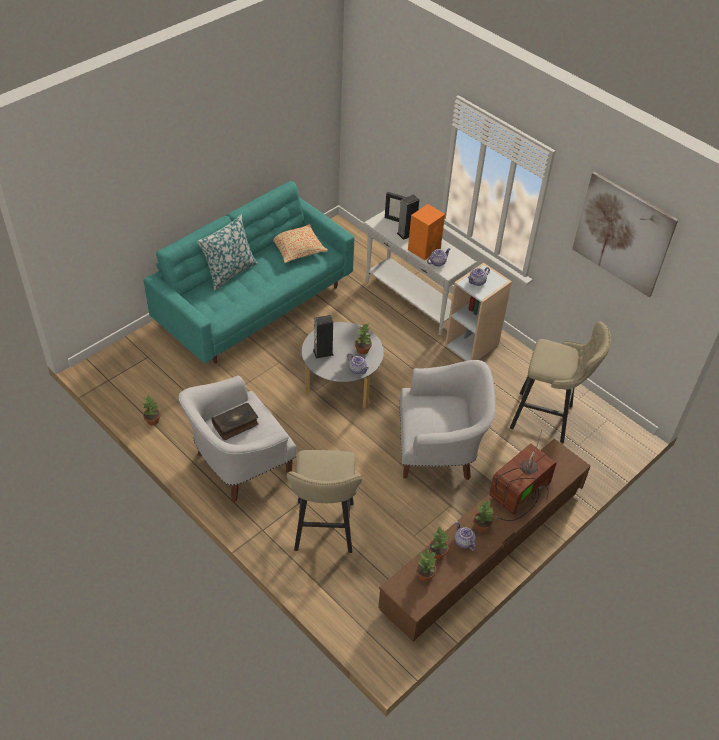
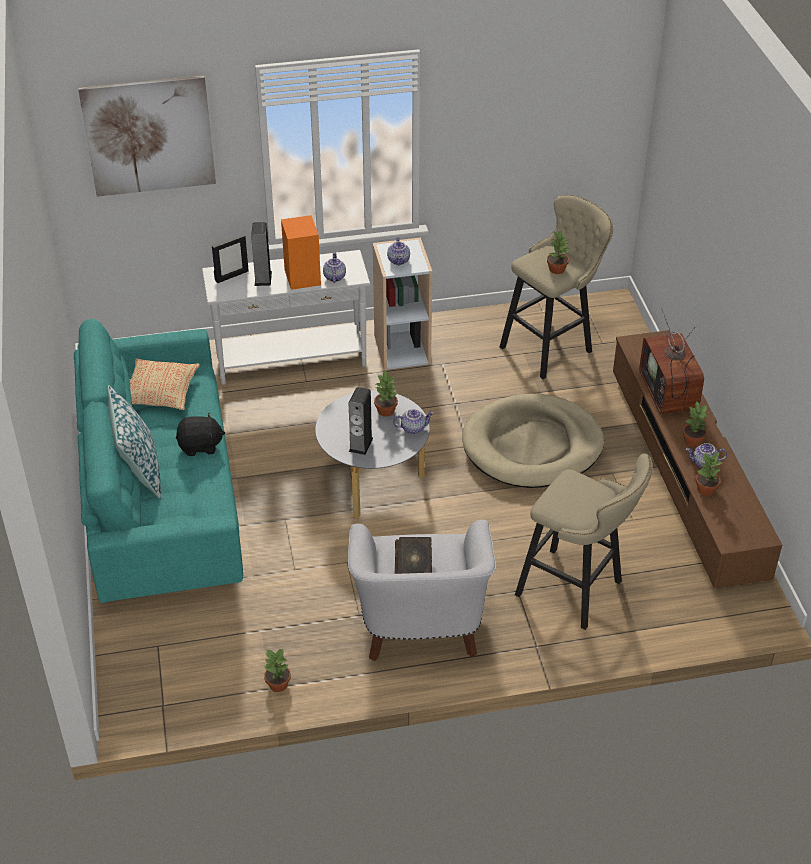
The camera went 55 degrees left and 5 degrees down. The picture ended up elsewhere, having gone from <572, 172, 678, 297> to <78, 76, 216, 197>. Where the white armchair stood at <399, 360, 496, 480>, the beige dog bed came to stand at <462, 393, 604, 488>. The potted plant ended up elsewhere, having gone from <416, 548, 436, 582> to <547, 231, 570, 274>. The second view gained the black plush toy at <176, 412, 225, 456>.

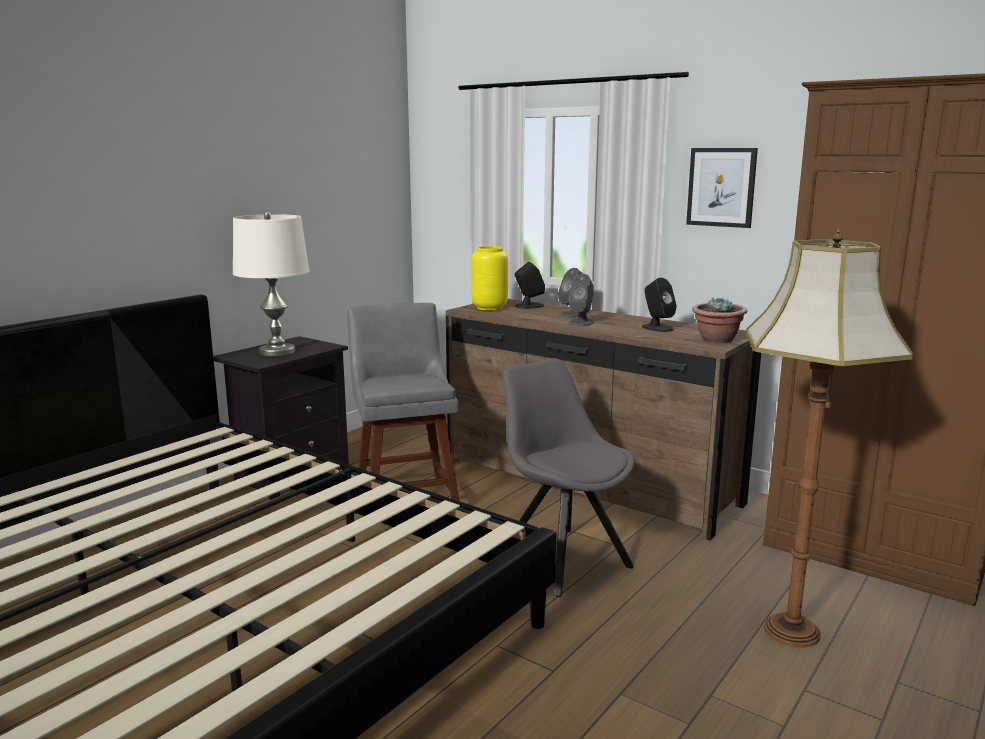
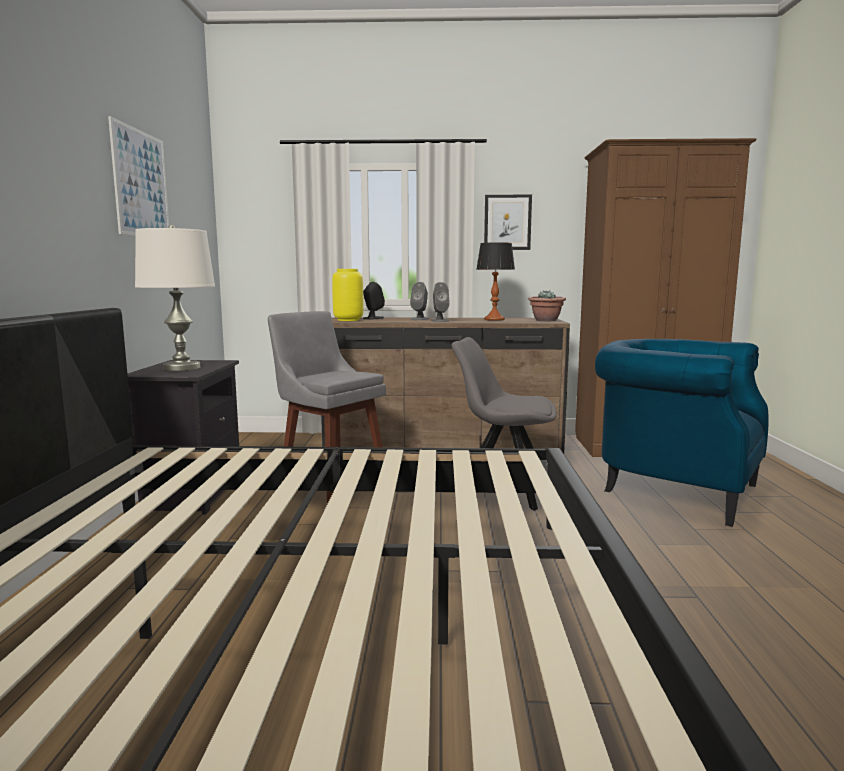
The camera went 35 degrees left and 5 degrees down. Where the floor lamp stood at <746, 228, 914, 648>, the blue armchair came to stand at <595, 339, 769, 527>. Where the black speaker stood at <642, 278, 677, 332>, the table lamp came to stand at <476, 242, 515, 321>. The second view gained the picture at <108, 116, 169, 236>.

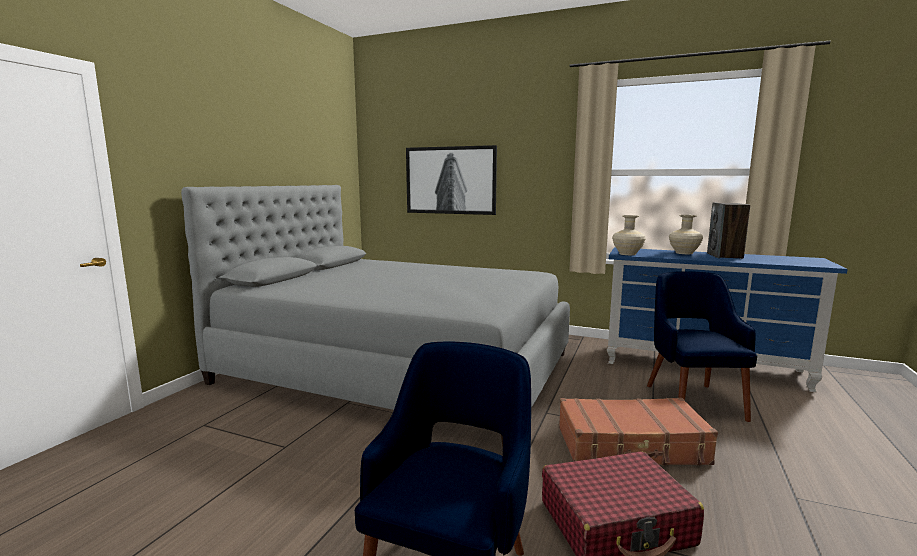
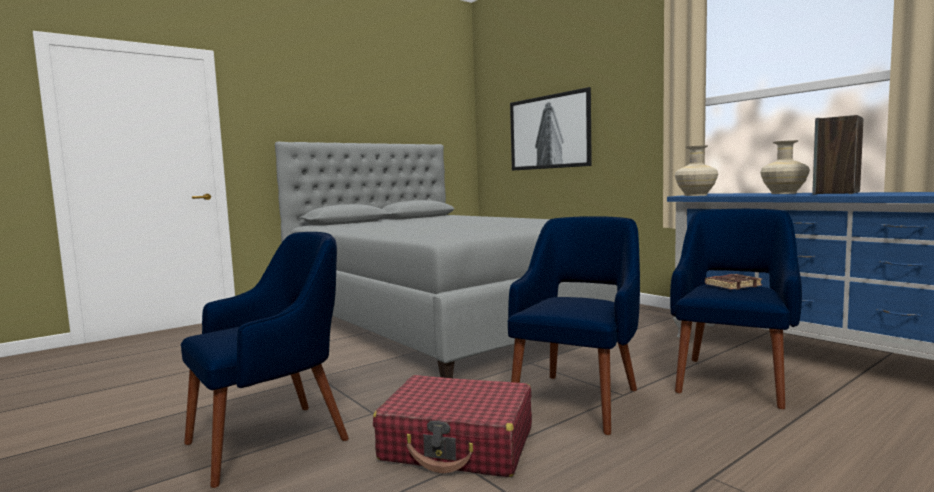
The camera went 30 degrees right and 5 degrees down. Where the brown suitcase stood at <559, 398, 718, 466>, the blue armchair came to stand at <508, 216, 640, 435>. The second view gained the brown book at <705, 274, 762, 290>.

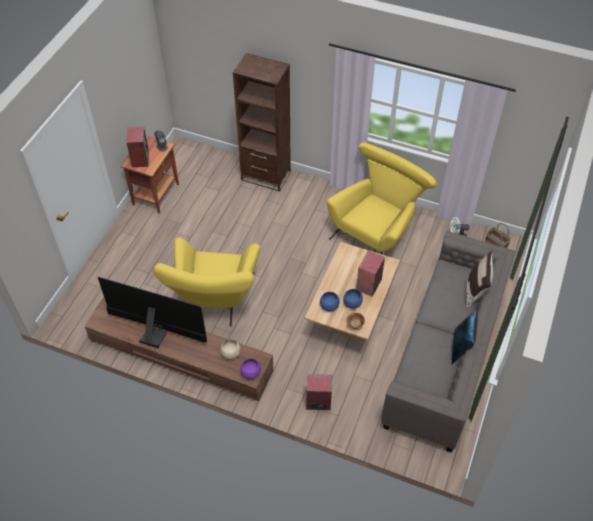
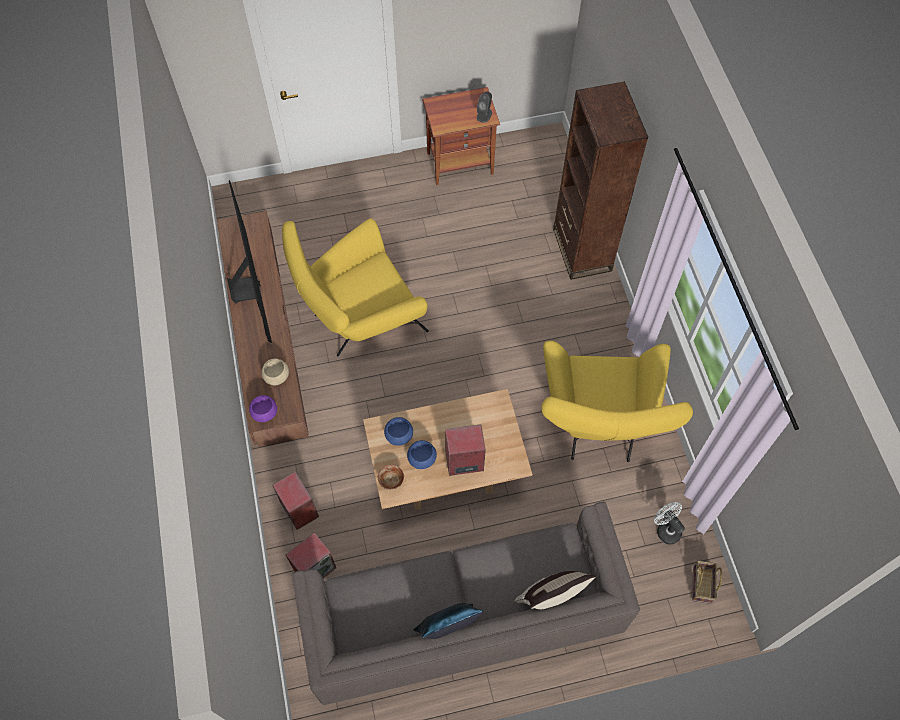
The camera went 55 degrees right and 10 degrees up. The speaker ended up elsewhere, having gone from <127, 127, 149, 168> to <286, 532, 336, 578>. The yellow armchair at <327, 142, 437, 255> ended up facing another way, 90 degrees clockwise from before.

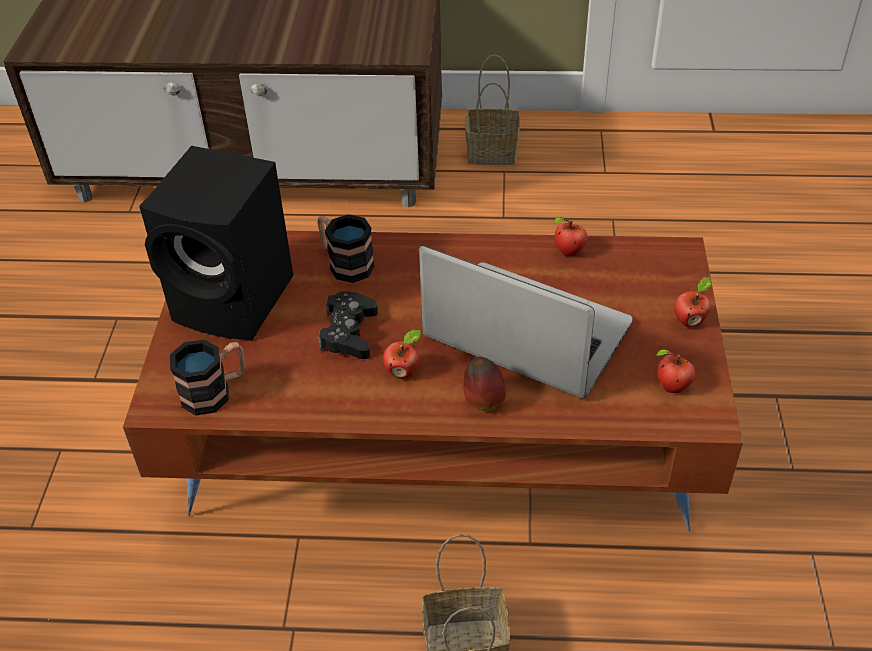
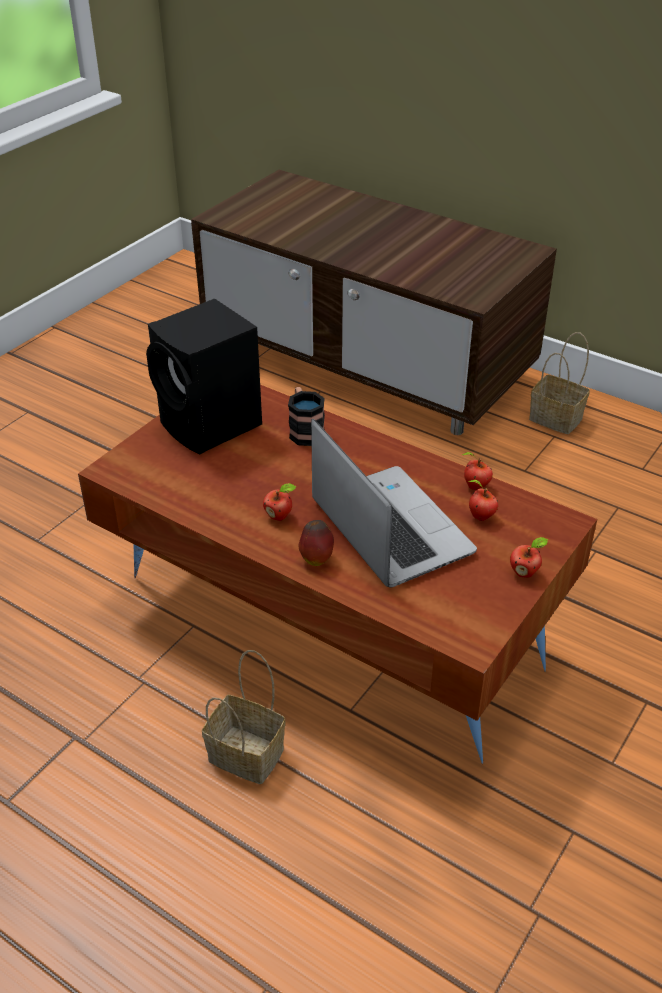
The camera went 30 degrees right and 5 degrees down. The second view lost the black game controller at <318, 291, 378, 359>. The second view lost the mug at <170, 339, 245, 415>. The apple ended up elsewhere, having gone from <656, 349, 695, 393> to <468, 480, 498, 521>.

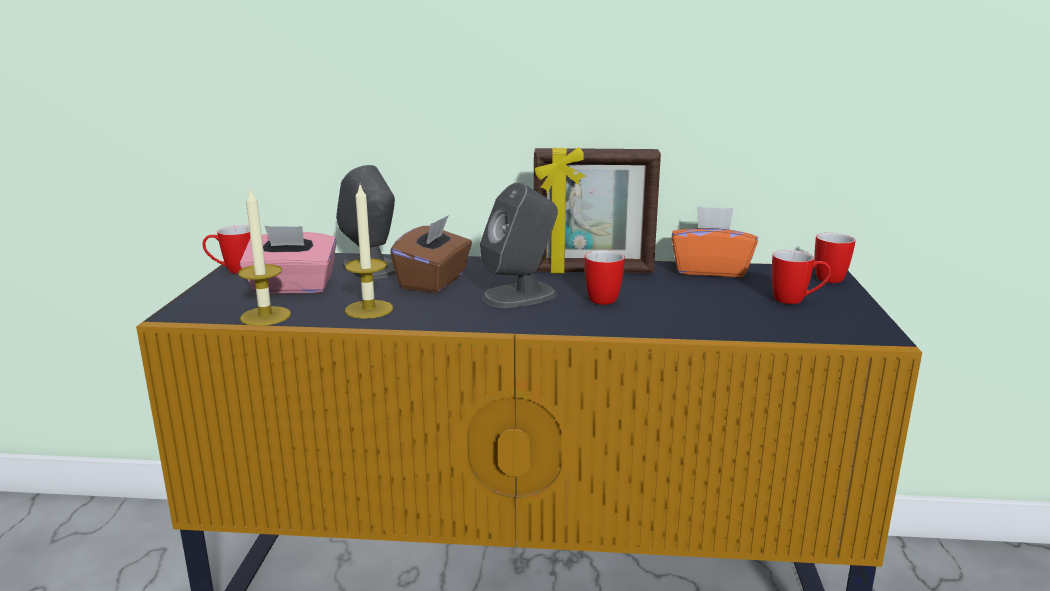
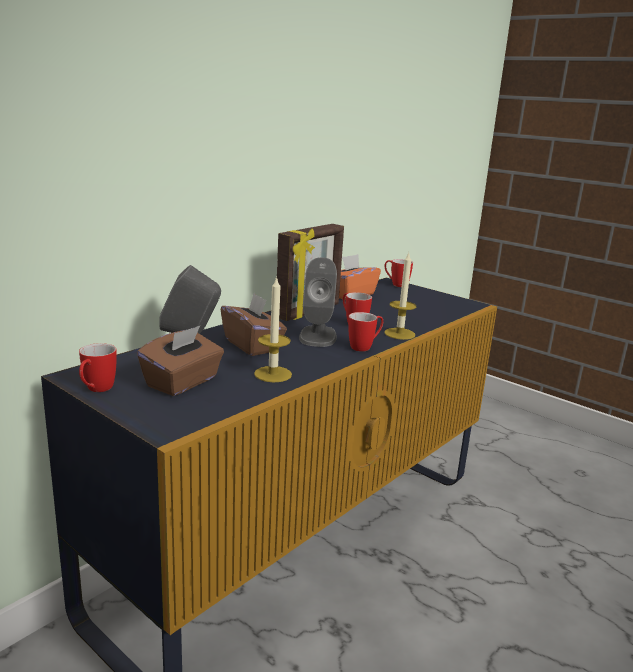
The camera went 55 degrees left and 0 degrees up. The candle ended up elsewhere, having gone from <238, 187, 291, 326> to <384, 253, 416, 340>. What was the pink tissue box at <240, 226, 337, 294> turned into the brown tissue box at <137, 326, 224, 396>. The mug ended up elsewhere, having gone from <772, 250, 831, 304> to <348, 312, 383, 352>.

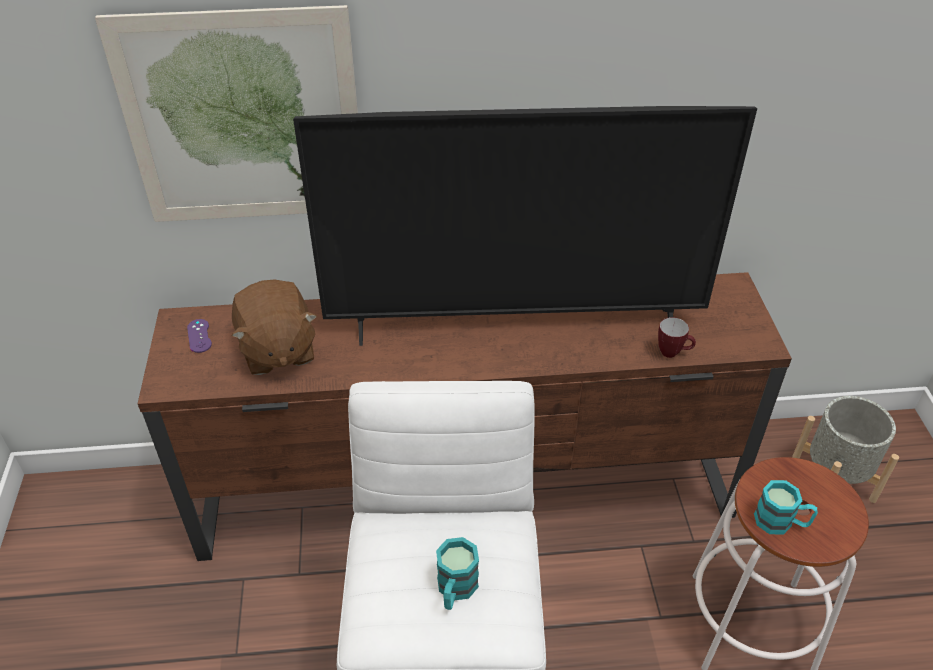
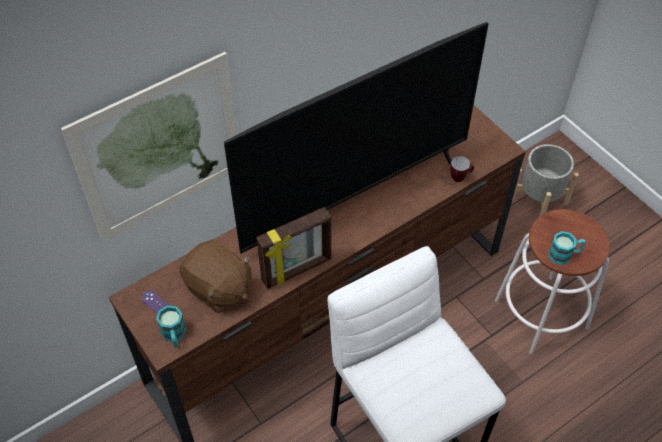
The camera went 30 degrees left and 10 degrees up. The turquoise mug ended up elsewhere, having gone from <436, 537, 479, 610> to <156, 305, 186, 347>. The second view gained the picture frame at <256, 207, 331, 289>.

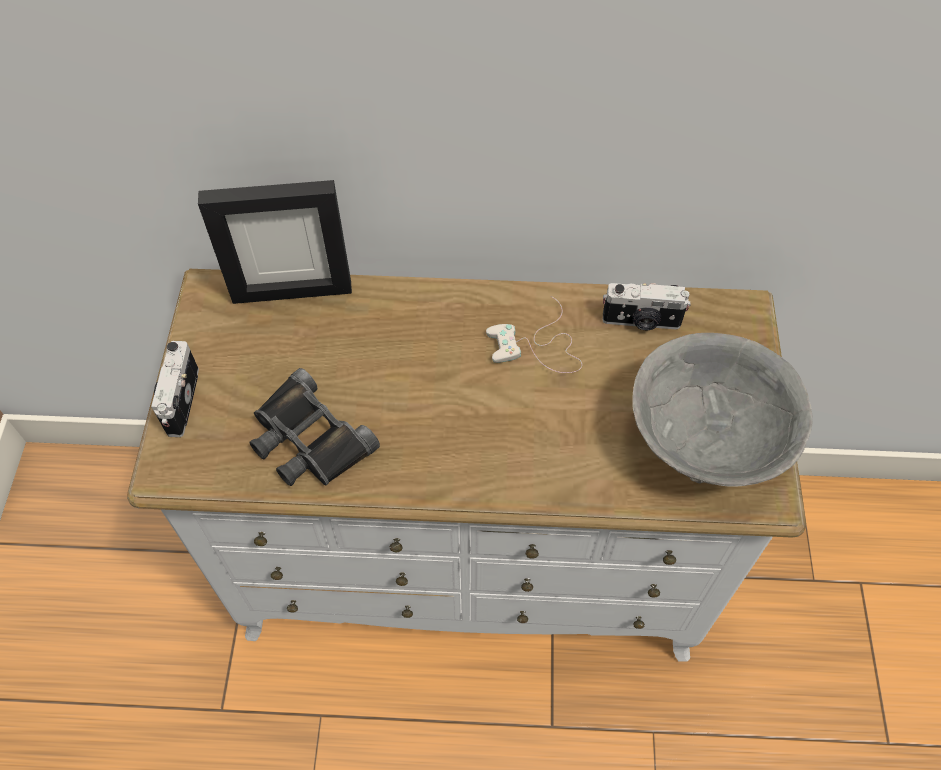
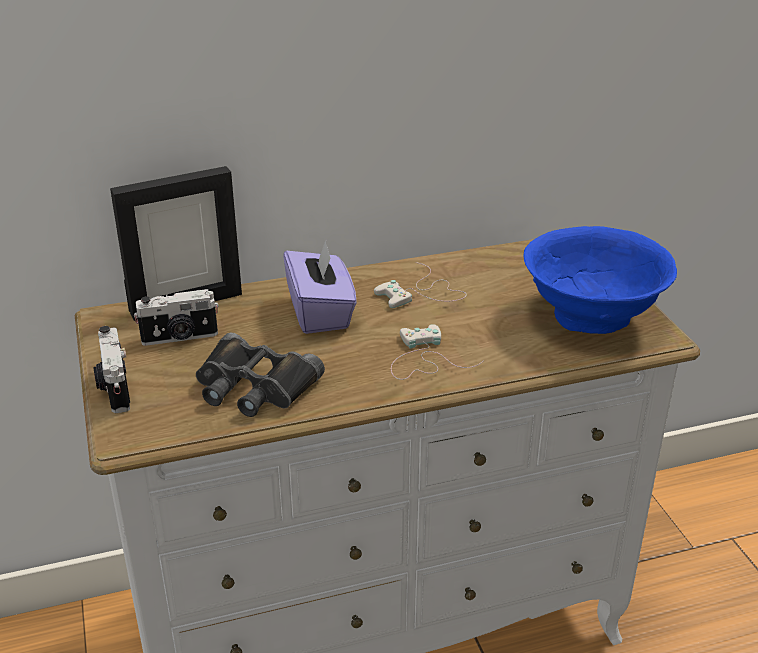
The camera went 20 degrees left and 25 degrees down. The photo camera ended up elsewhere, having gone from <603, 283, 691, 330> to <134, 289, 219, 346>. What was the grey bowl at <632, 333, 813, 487> turned into the blue bowl at <523, 226, 677, 334>. The second view gained the purple tissue box at <283, 240, 357, 334>. The second view gained the white game controller at <391, 324, 483, 380>.

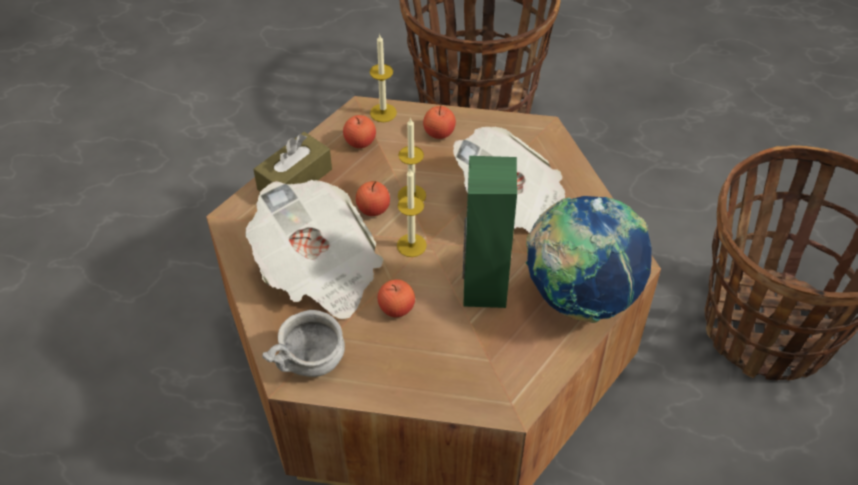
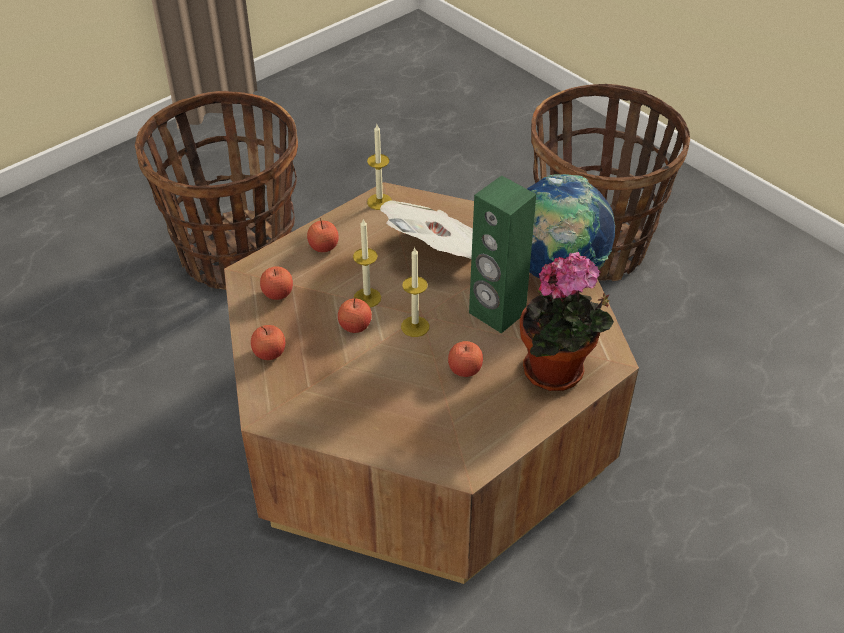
The camera went 50 degrees left and 5 degrees down. The candle ended up elsewhere, having gone from <370, 35, 397, 122> to <367, 125, 392, 210>. Where the brown tissue box stood at <253, 132, 332, 192>, the apple came to stand at <251, 325, 285, 360>. The second view lost the newspaper at <245, 180, 384, 319>. The second view lost the grey bowl at <262, 310, 345, 377>. The second view gained the potted plant at <520, 252, 614, 391>.

